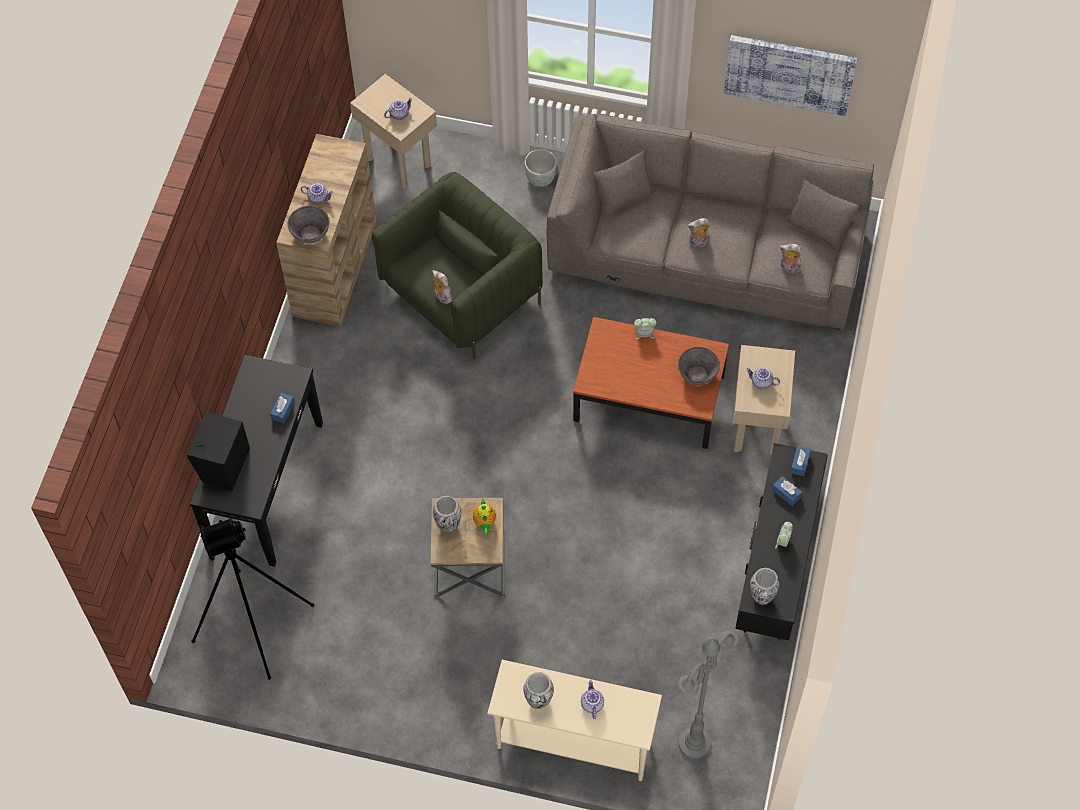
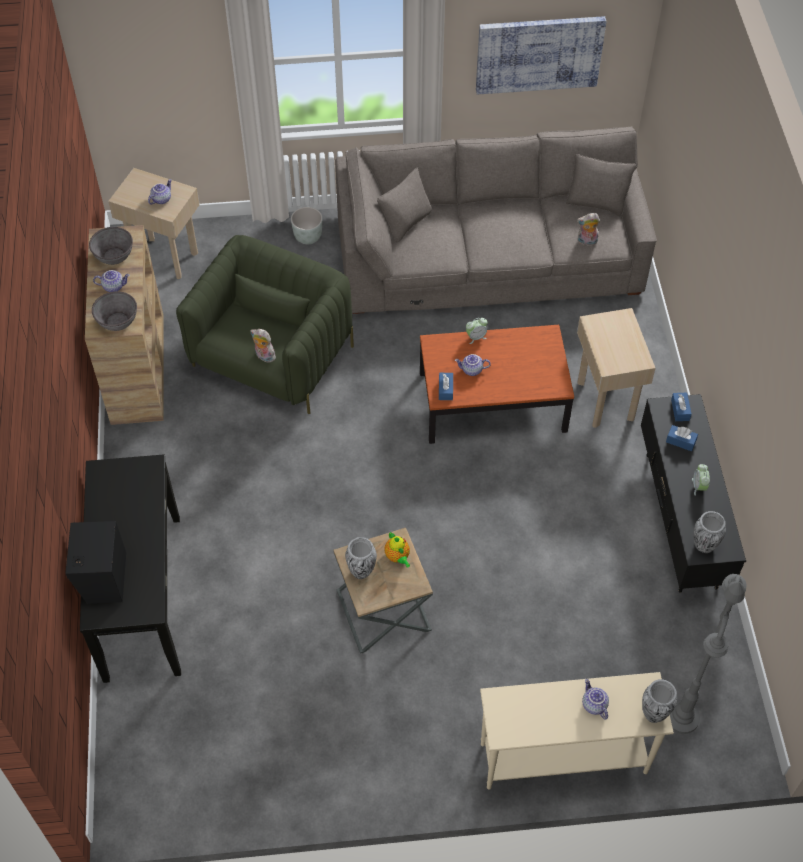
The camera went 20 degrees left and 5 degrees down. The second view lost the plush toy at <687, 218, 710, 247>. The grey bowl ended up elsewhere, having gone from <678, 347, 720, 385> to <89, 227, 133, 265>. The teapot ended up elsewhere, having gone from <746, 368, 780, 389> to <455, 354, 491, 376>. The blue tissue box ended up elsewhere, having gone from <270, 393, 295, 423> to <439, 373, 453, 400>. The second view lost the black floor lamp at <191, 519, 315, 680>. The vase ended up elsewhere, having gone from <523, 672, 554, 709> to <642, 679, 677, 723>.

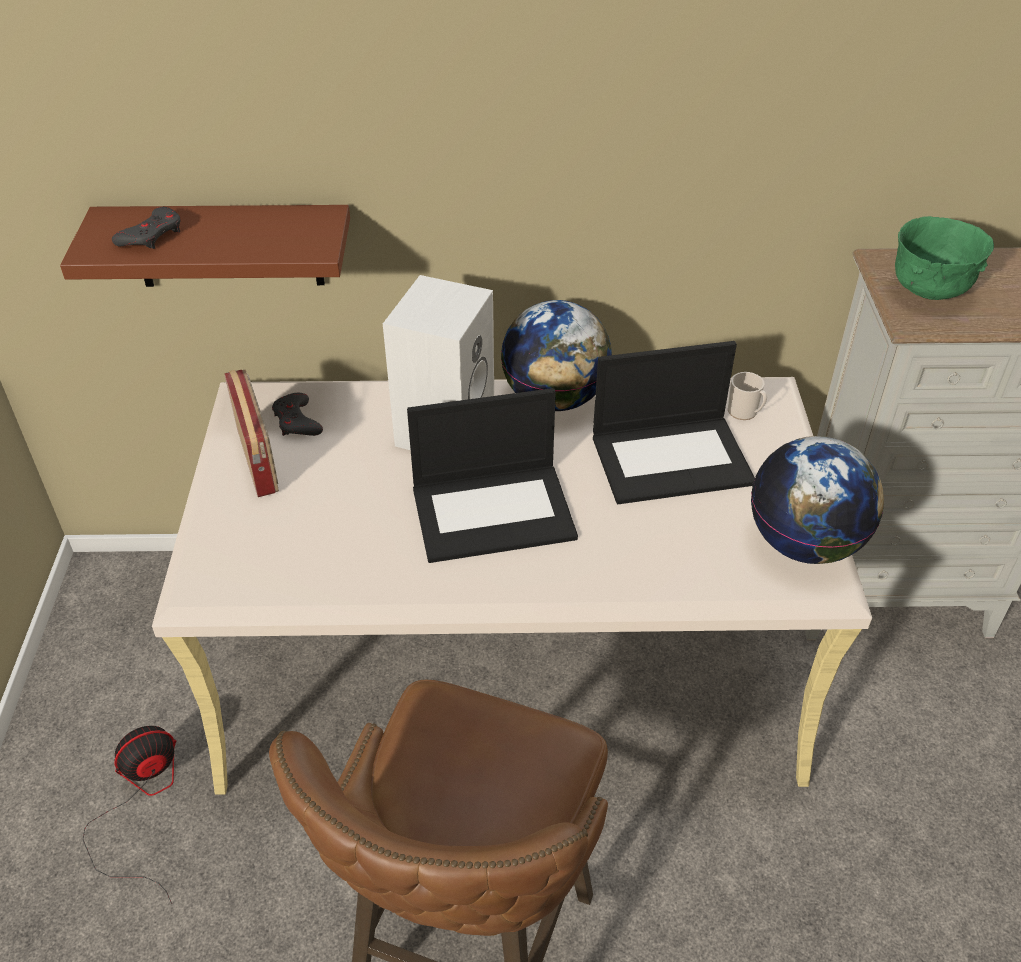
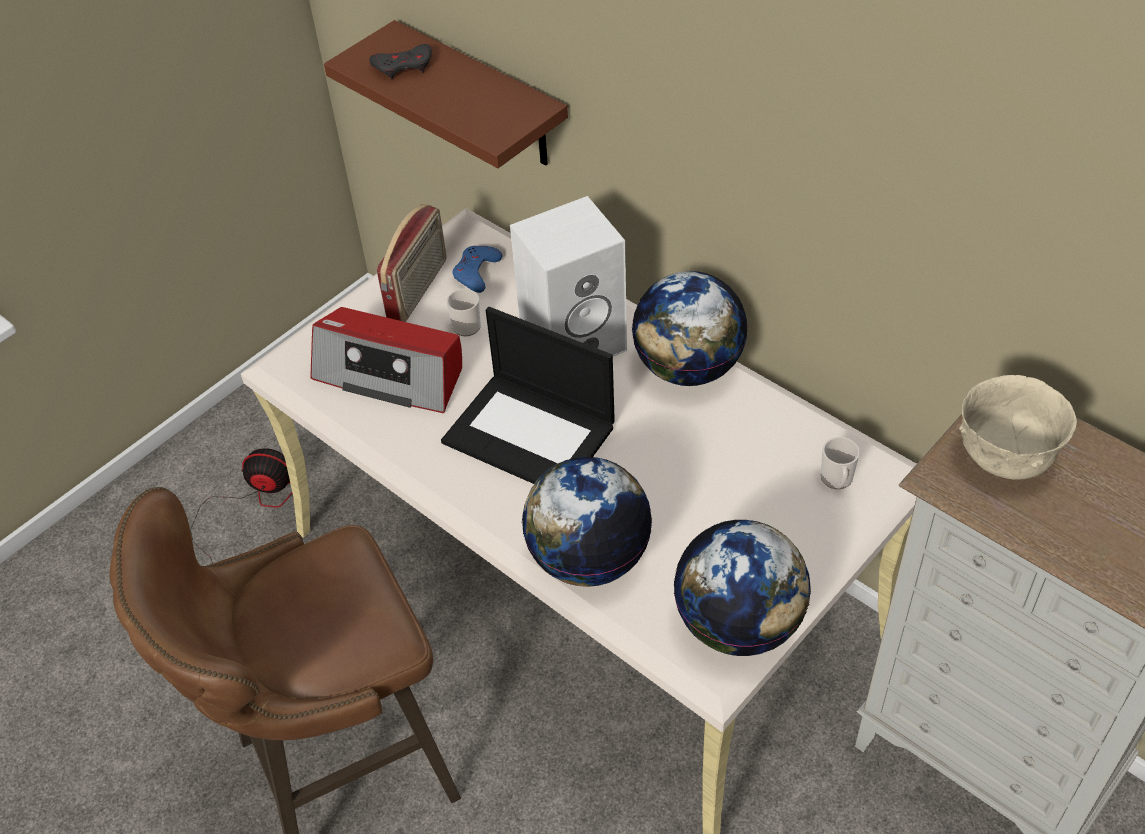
The camera went 45 degrees right and 5 degrees up. What was the green bowl at <895, 216, 994, 300> turned into the beige bowl at <959, 375, 1077, 480>. The second view lost the laptop at <593, 341, 755, 504>. What was the grey game controller at <272, 393, 323, 436> turned into the blue game controller at <453, 246, 503, 293>. The second view gained the mug at <447, 288, 481, 336>. The second view gained the radio at <310, 307, 462, 413>. The second view gained the globe at <522, 457, 652, 587>.

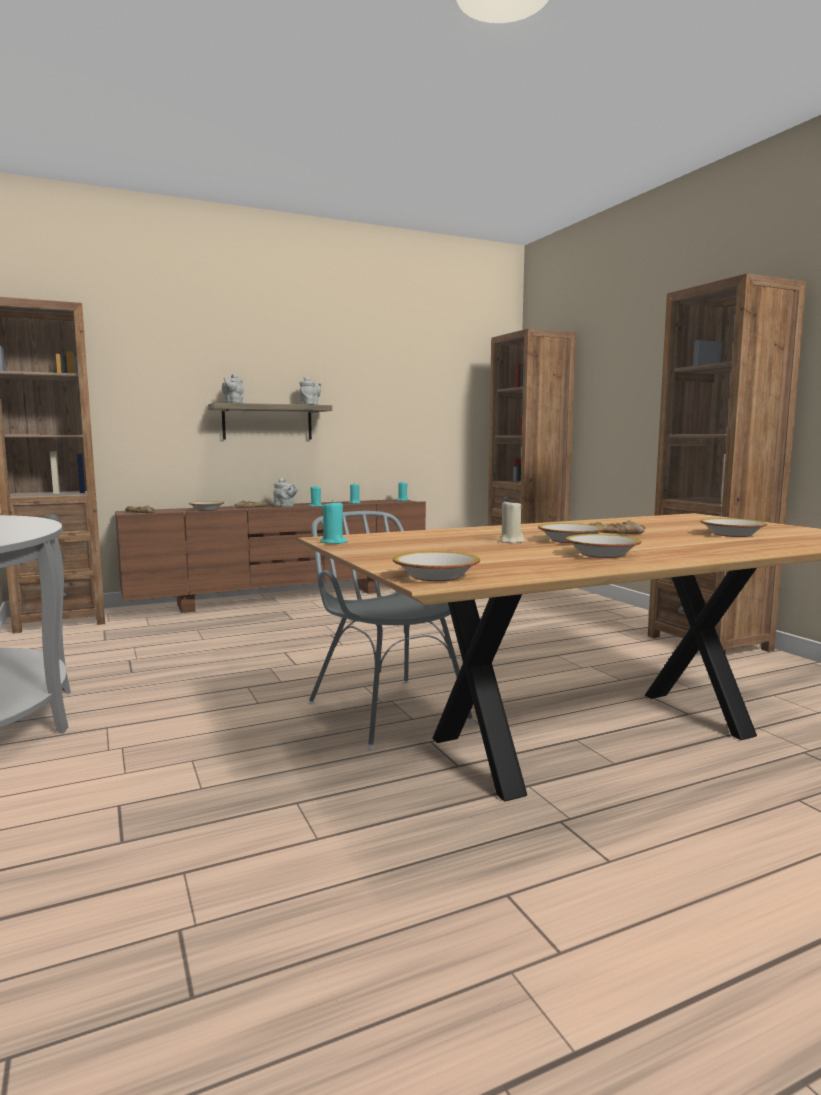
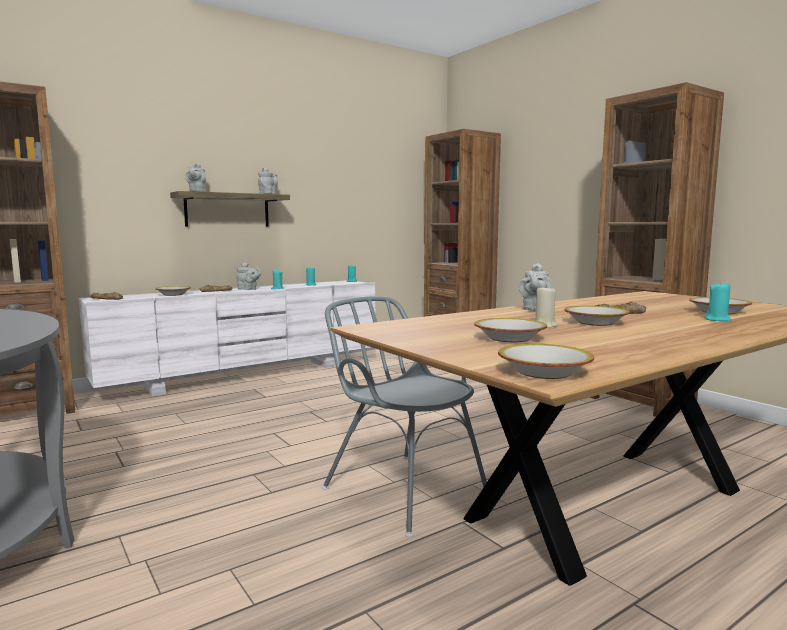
The camera went 10 degrees left and 0 degrees up. What was the brown cabinet at <115, 499, 426, 613> turned into the white cabinet at <78, 280, 375, 396>. The turquoise candle ended up elsewhere, having gone from <320, 500, 348, 544> to <705, 282, 731, 321>. The bowl ended up elsewhere, having gone from <565, 534, 641, 558> to <474, 318, 547, 342>. The second view gained the grey teapot at <519, 263, 552, 311>.

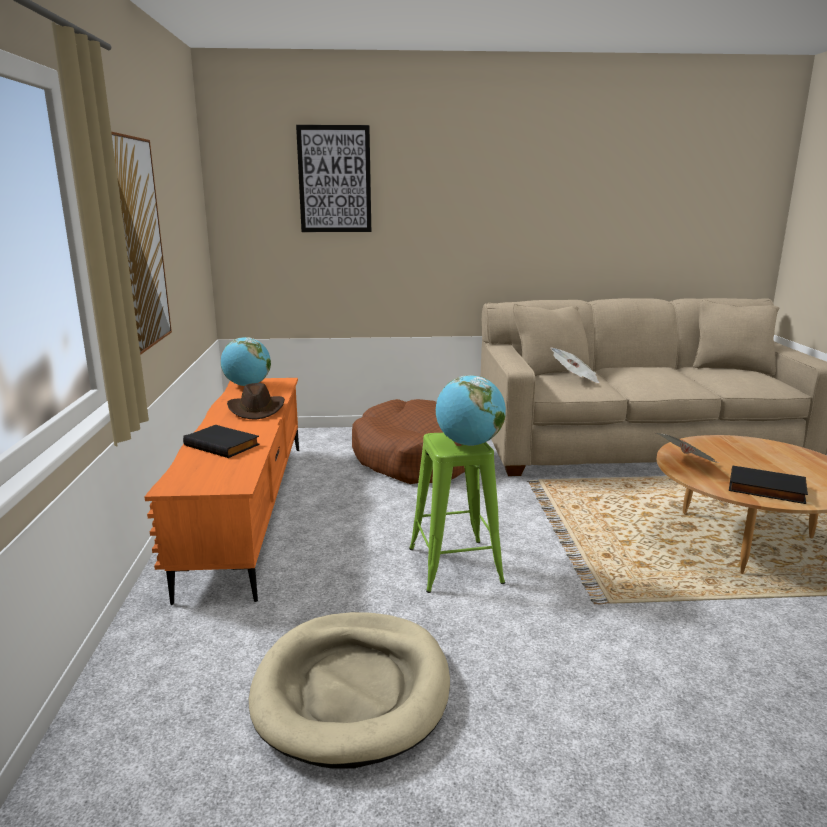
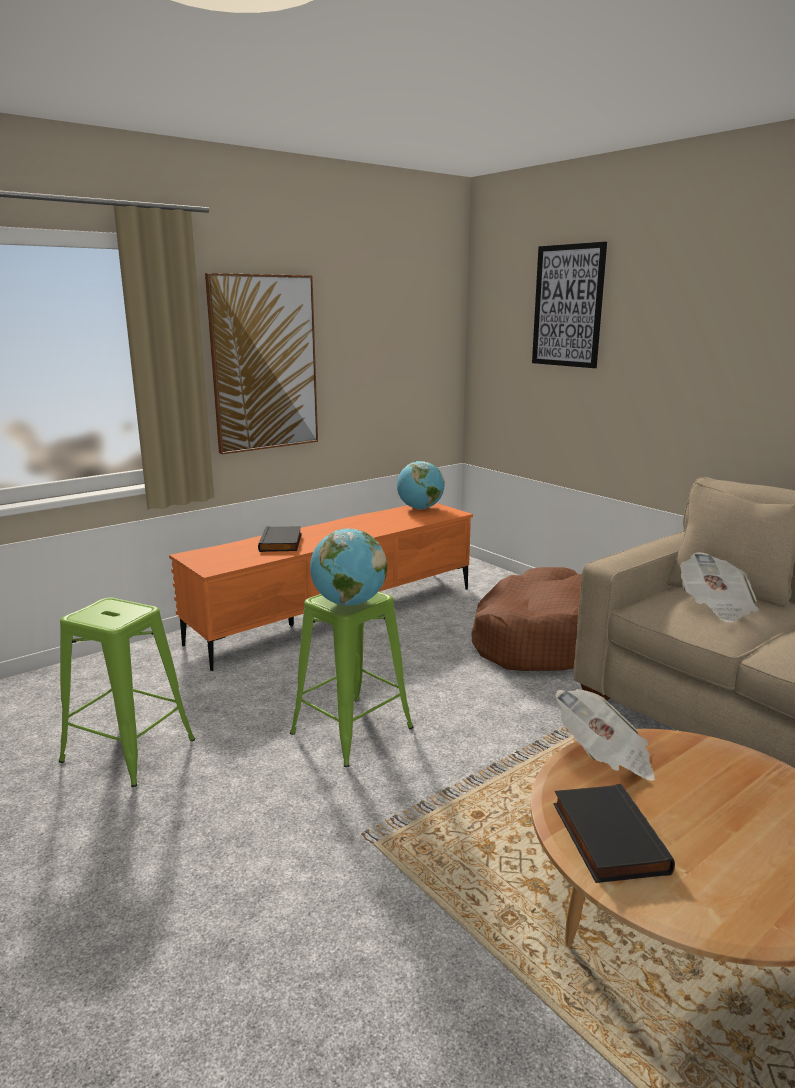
The camera went 55 degrees right and 0 degrees up. The second view lost the brown hat at <227, 383, 285, 420>. Where the beige dog bed stood at <249, 612, 450, 769>, the green stool came to stand at <59, 597, 195, 787>.

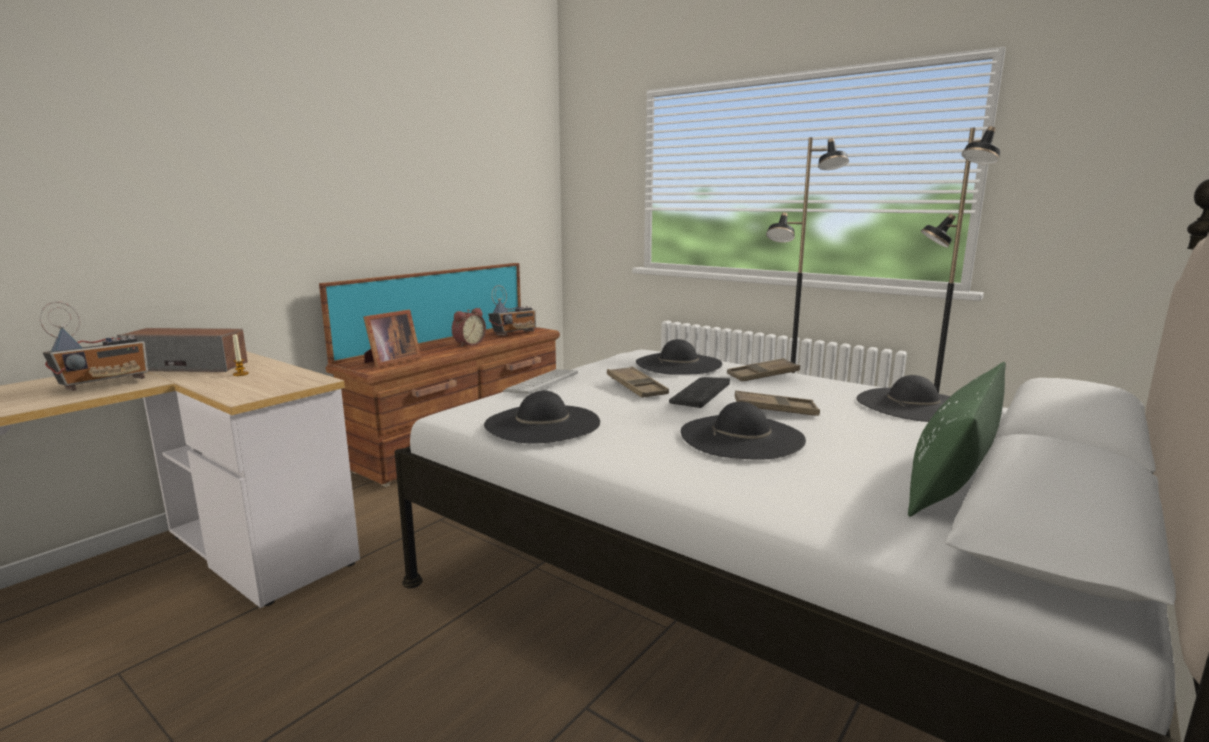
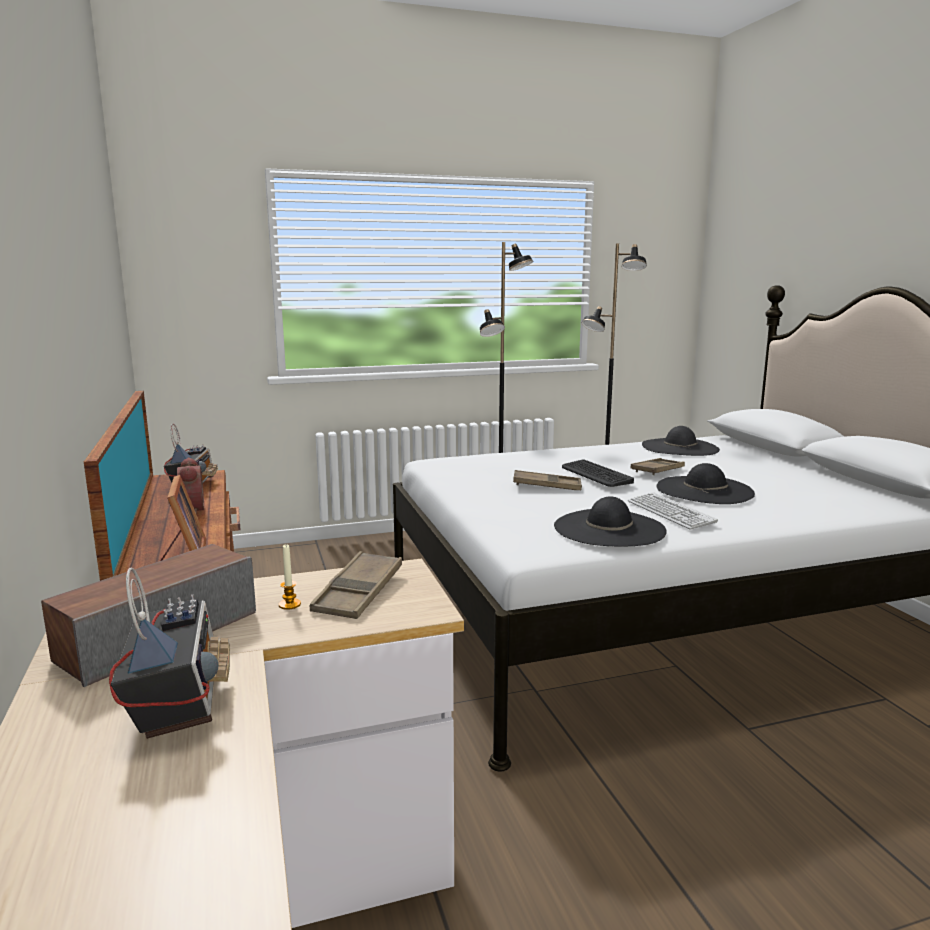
The camera went 55 degrees left and 0 degrees up. The second view lost the black hat at <636, 339, 722, 375>. The brown tray ended up elsewhere, having gone from <727, 358, 800, 381> to <310, 551, 402, 619>. The second view lost the green pillow at <908, 362, 1006, 517>. The keyboard ended up elsewhere, having gone from <503, 369, 578, 394> to <628, 492, 718, 529>.

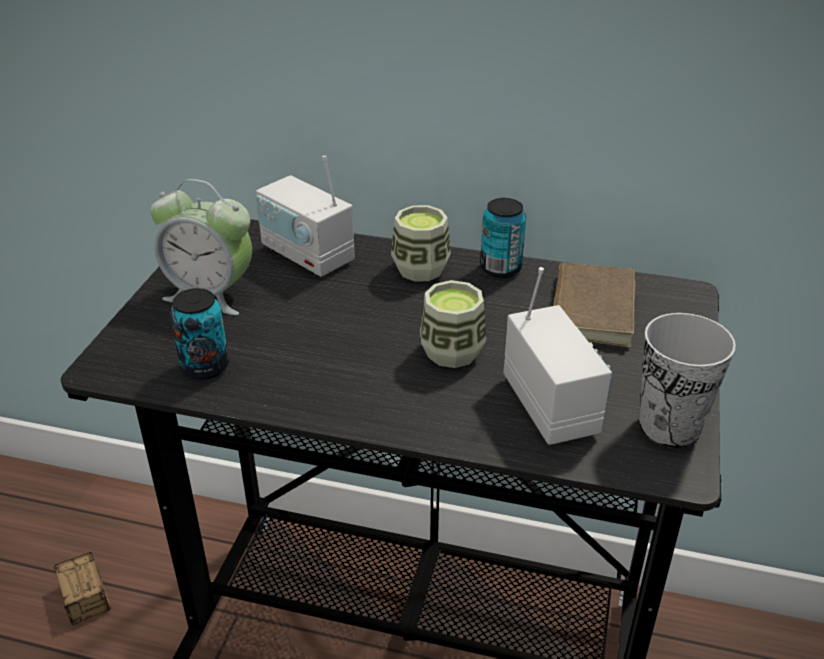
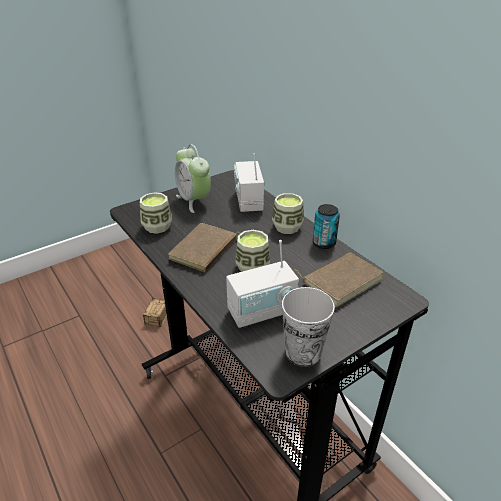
The camera went 40 degrees right and 0 degrees up. The radio at <503, 267, 612, 445> ended up facing another way, 45 degrees clockwise from before. Where the can stood at <170, 288, 229, 380>, the cup came to stand at <140, 192, 172, 234>. The second view gained the brown book at <168, 223, 241, 272>.

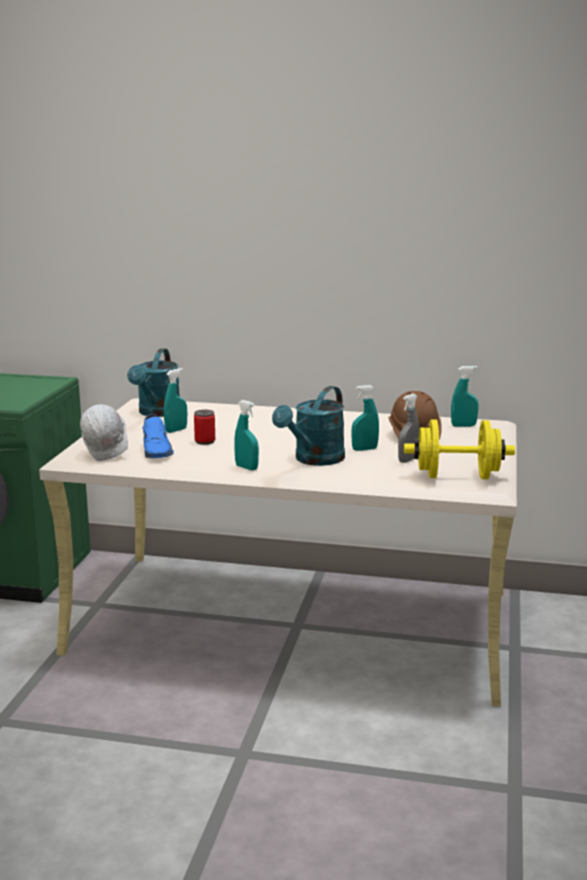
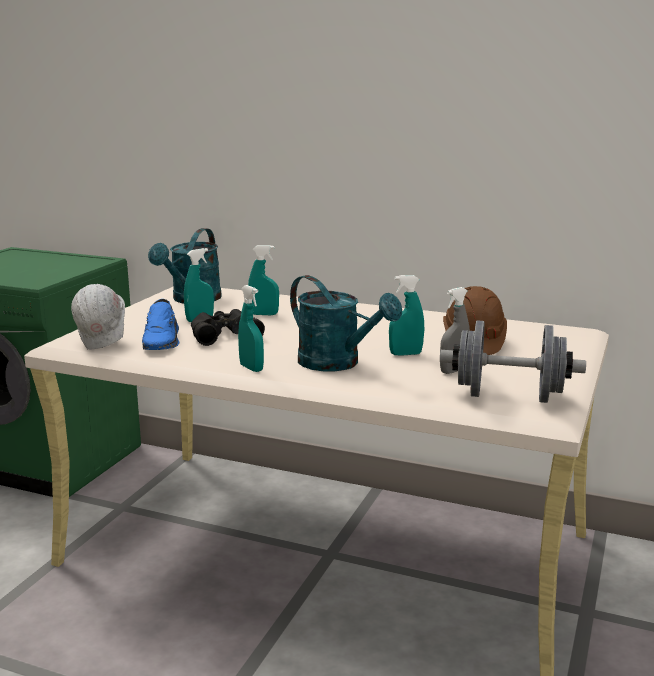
The camera went 10 degrees right and 0 degrees up. The turquoise spray bottle ended up elsewhere, having gone from <451, 366, 479, 427> to <248, 245, 279, 315>. The turquoise watering can at <272, 386, 345, 466> ended up facing another way, 90 degrees counterclockwise from before. Where the can stood at <194, 410, 215, 445>, the black binoculars came to stand at <191, 309, 265, 346>. What was the yellow dumbbell at <404, 419, 515, 479> turned into the grey dumbbell at <440, 320, 586, 403>.

